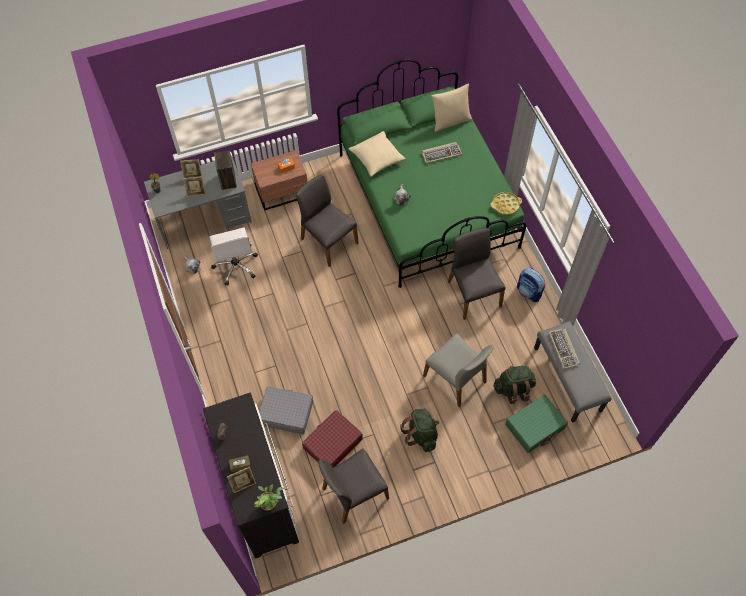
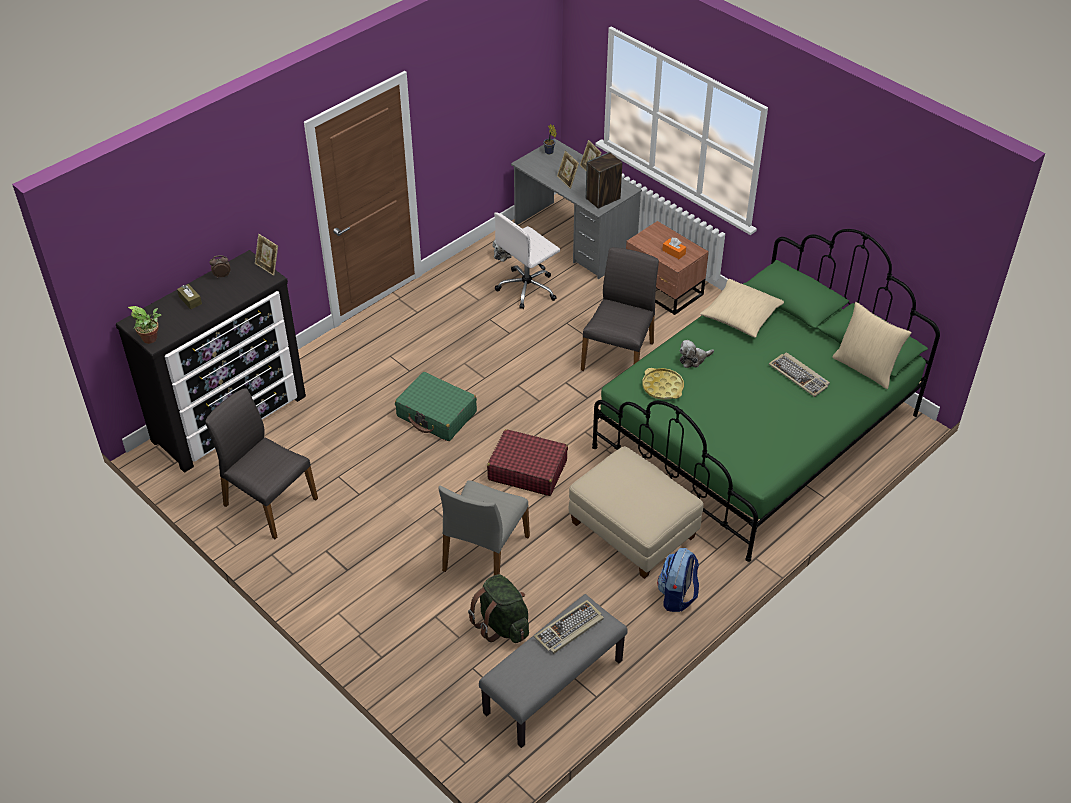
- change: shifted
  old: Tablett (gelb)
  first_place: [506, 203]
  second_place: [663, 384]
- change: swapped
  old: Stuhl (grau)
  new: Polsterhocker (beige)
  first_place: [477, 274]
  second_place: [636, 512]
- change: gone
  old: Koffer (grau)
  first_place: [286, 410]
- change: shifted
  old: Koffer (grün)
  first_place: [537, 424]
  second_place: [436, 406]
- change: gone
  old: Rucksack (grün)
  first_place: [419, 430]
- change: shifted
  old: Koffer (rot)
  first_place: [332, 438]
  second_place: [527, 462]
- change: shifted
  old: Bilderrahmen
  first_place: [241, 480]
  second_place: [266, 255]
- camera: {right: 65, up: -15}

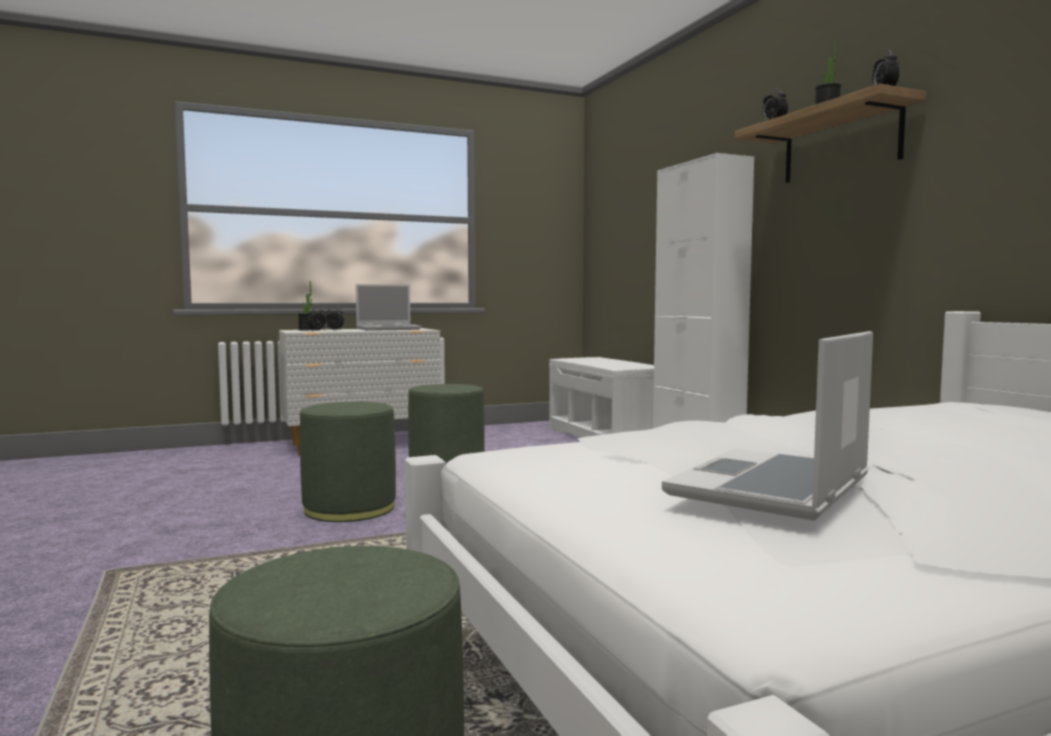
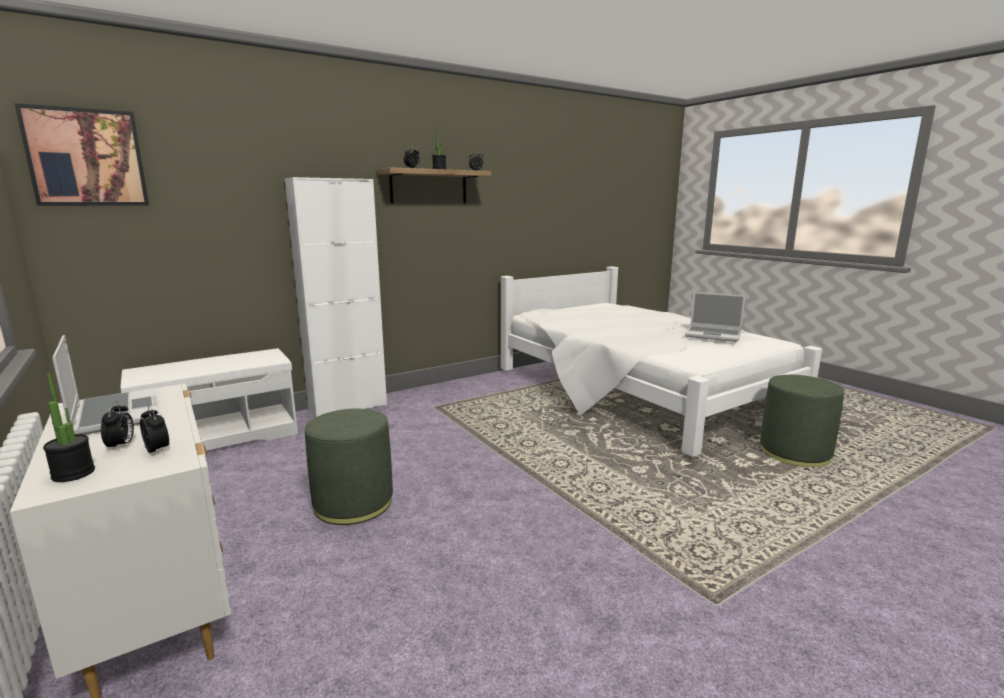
- change: gone
  old: Polsterhocker (grün)
  first_place: [348, 462]
- change: new
  new: Bild
  second_place: [81, 154]
- camera: {right: -100, up: 10}

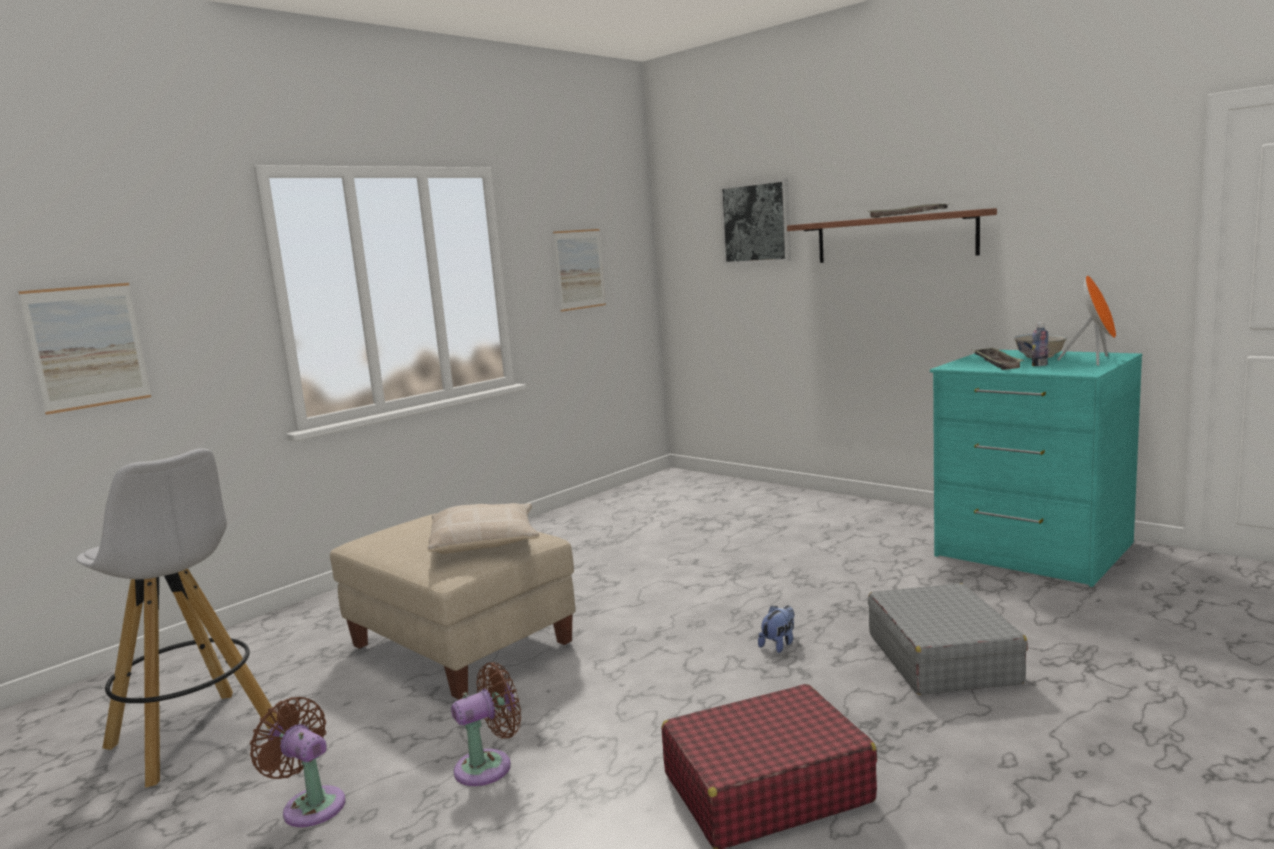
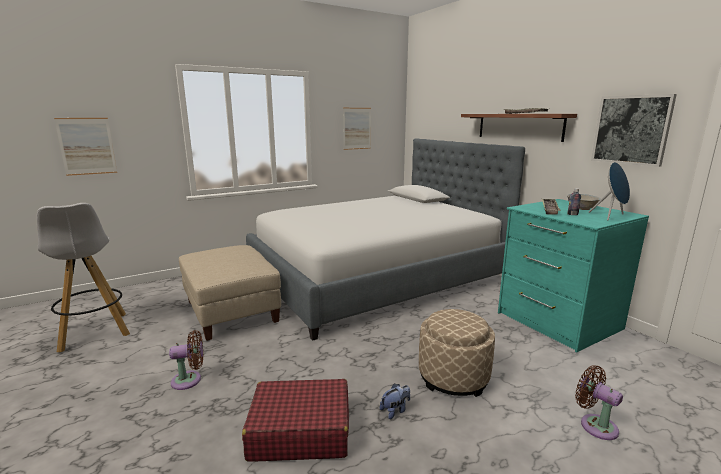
- change: shifted
  old: Bild
  first_place: [755, 221]
  second_place: [634, 130]
- change: repainted
  old: Lautsprecher (orange)
  new: Lautsprecher (blau)
  first_place: [1086, 320]
  second_place: [609, 191]
- change: gone
  old: Kissen (beige)
  first_place: [483, 528]
- change: swapped
  old: Koffer (grau)
  new: Polsterhocker (beige)
  first_place: [948, 639]
  second_place: [457, 353]
- change: shifted
  old: Plüschtier
  first_place: [776, 629]
  second_place: [395, 401]
- change: shifted
  old: Ventilator (braun)
  first_place: [298, 762]
  second_place: [599, 402]
- change: new
  new: Bett
  second_place: [385, 239]
- camera: {right: 15, up: 5}

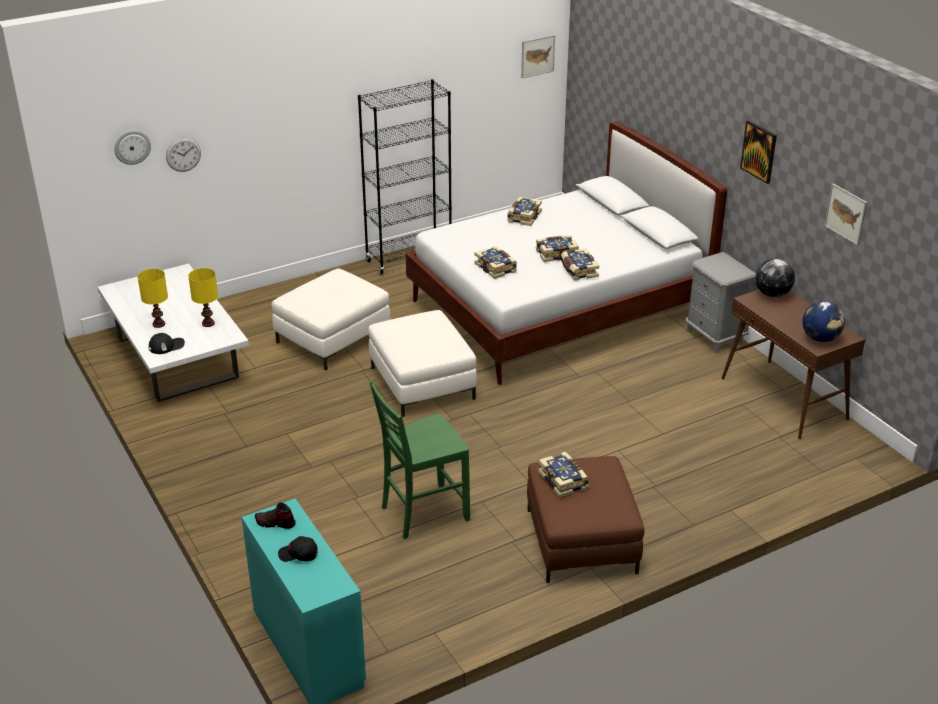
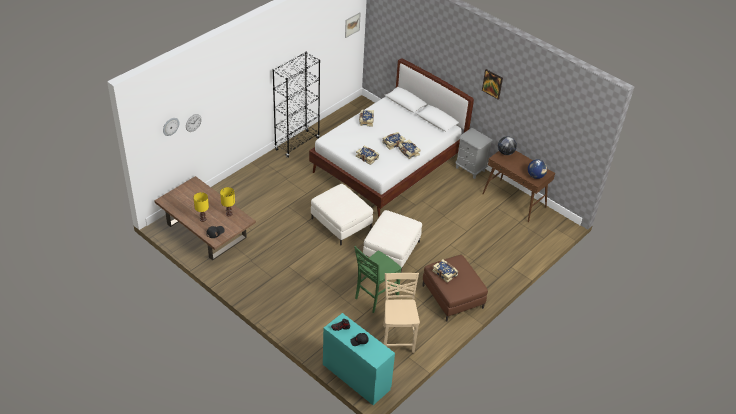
- change: gone
  old: Bild
  first_place: [845, 214]
- change: repainted
  old: Couchtisch (weiß)
  new: Couchtisch (braun)
  first_place: [173, 333]
  second_place: [205, 218]
- change: shifted
  old: Polsterhocker (weiß)
  first_place: [331, 319]
  second_place: [392, 241]
- change: new
  new: Stuhl (beige)
  second_place: [401, 313]
- camera: {right: -20, up: 10}

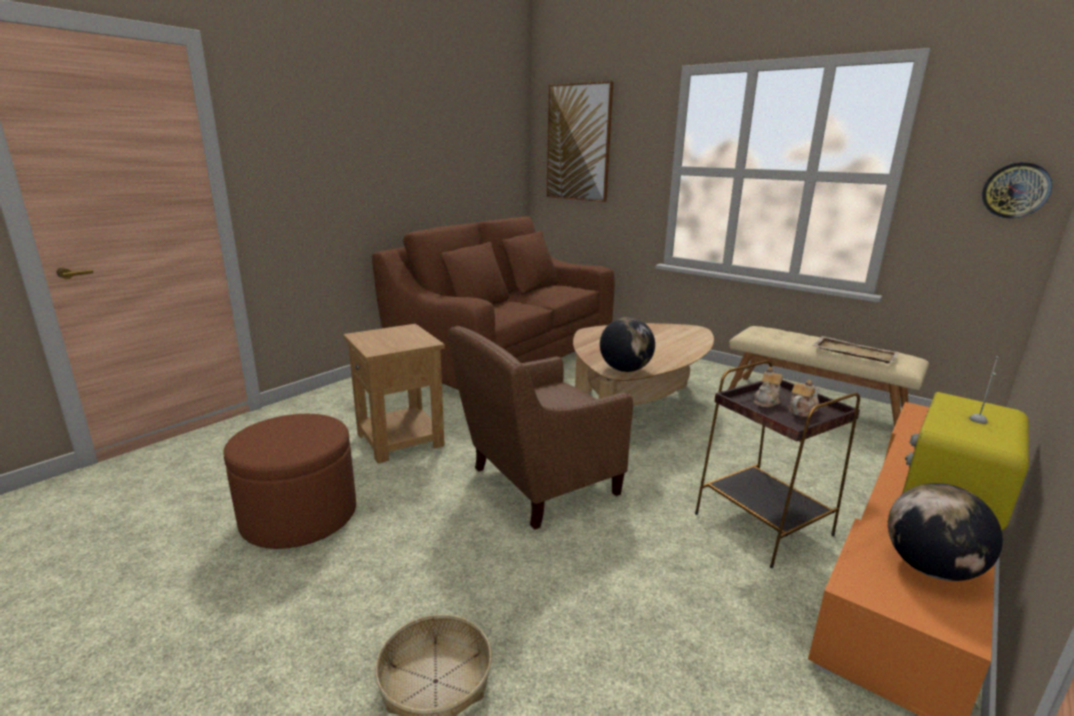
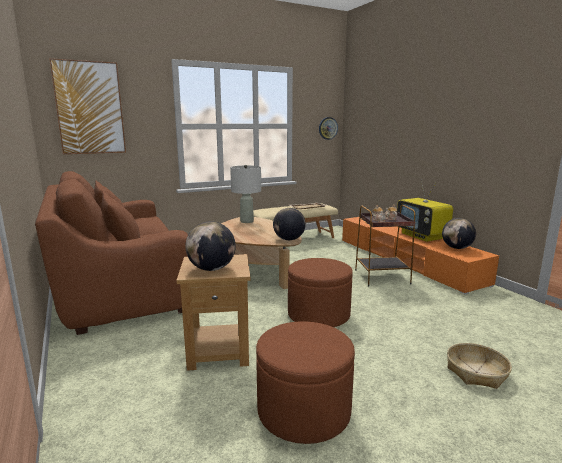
- change: swapped
  old: Sessel (braun)
  new: Polsterhocker (braun)
  first_place: [540, 427]
  second_place: [320, 292]
- change: new
  new: Tischlampe (grau)
  second_place: [245, 194]
- change: new
  new: Globus
  second_place: [210, 246]
- camera: {right: -65, up: -5}

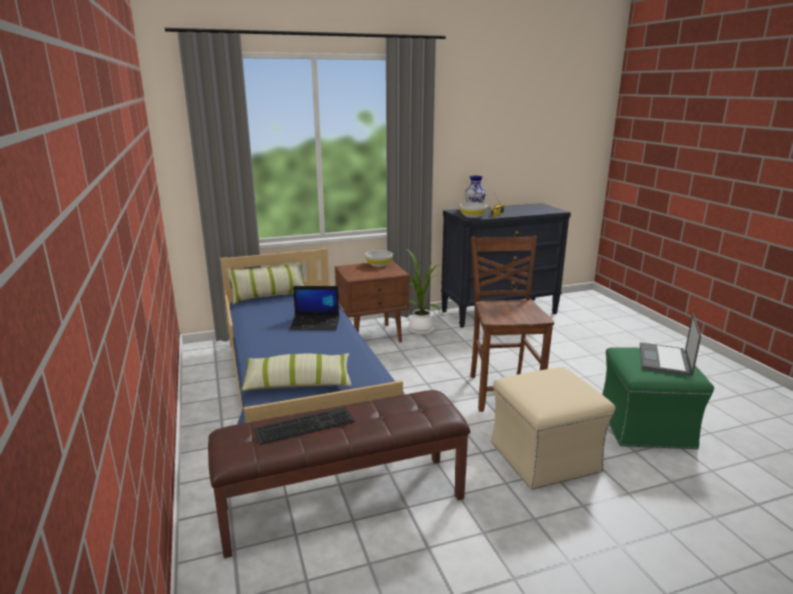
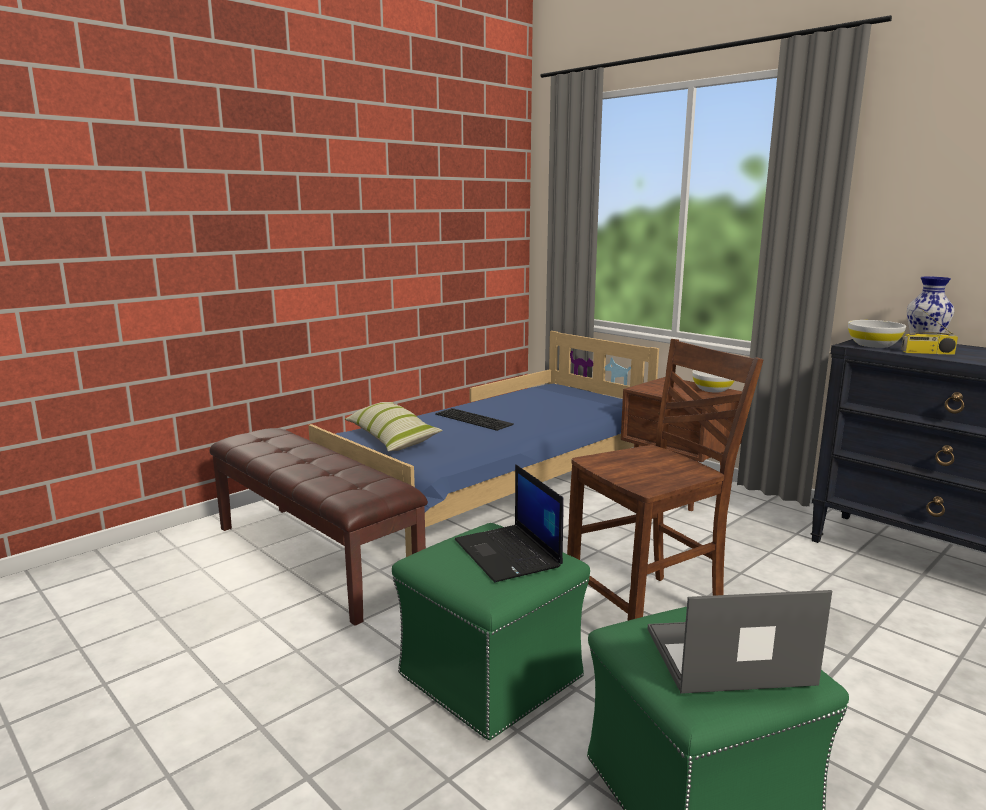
- change: gone
  old: Topfpflanze
  first_place: [424, 291]
- change: gone
  old: Kissen
  first_place: [265, 283]
- change: shifted
  old: Laptop
  first_place: [314, 308]
  second_place: [509, 523]
- change: repainted
  old: Polsterhocker (beige)
  new: Polsterhocker (grün)
  first_place: [553, 428]
  second_place: [491, 631]
- change: shifted
  old: Tastatur
  first_place: [304, 426]
  second_place: [474, 419]
- camera: {right: 65, up: -5}

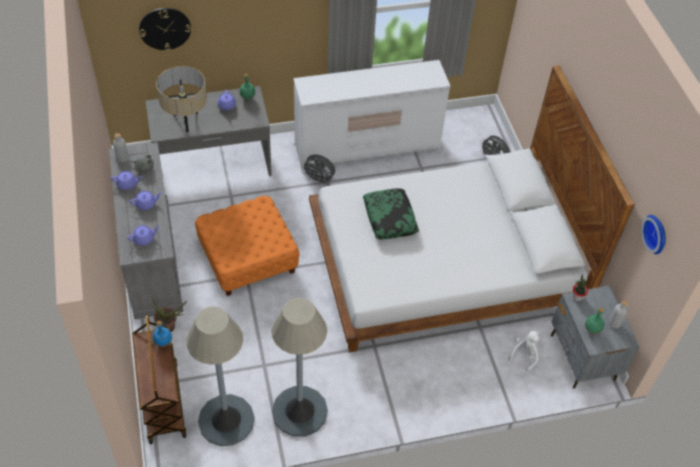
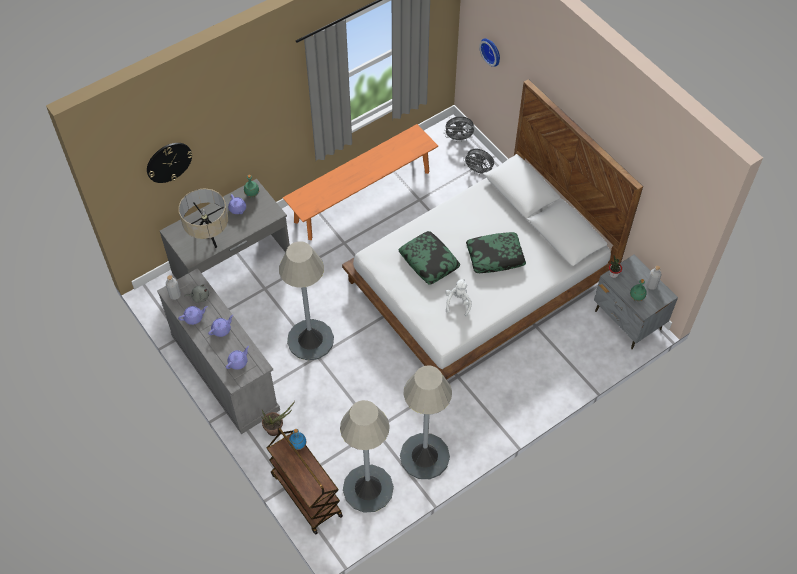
- change: swapped
  old: Kommode (weiß)
  new: Bank (orange)
  first_place: [372, 114]
  second_place: [360, 182]
- change: shifted
  old: Ventilator (grau)
  first_place: [318, 169]
  second_place: [460, 129]
- change: swapped
  old: Polsterhocker (orange)
  new: Stehlampe (grau)
  first_place: [247, 246]
  second_place: [306, 301]
- change: shifted
  old: Wanduhr
  first_place: [653, 234]
  second_place: [489, 52]
- change: shifted
  old: Plüschtier (weiß)
  first_place: [523, 351]
  second_place: [458, 297]
- change: new
  new: Kissen
  second_place: [496, 252]
- camera: {right: -20, up: 5}

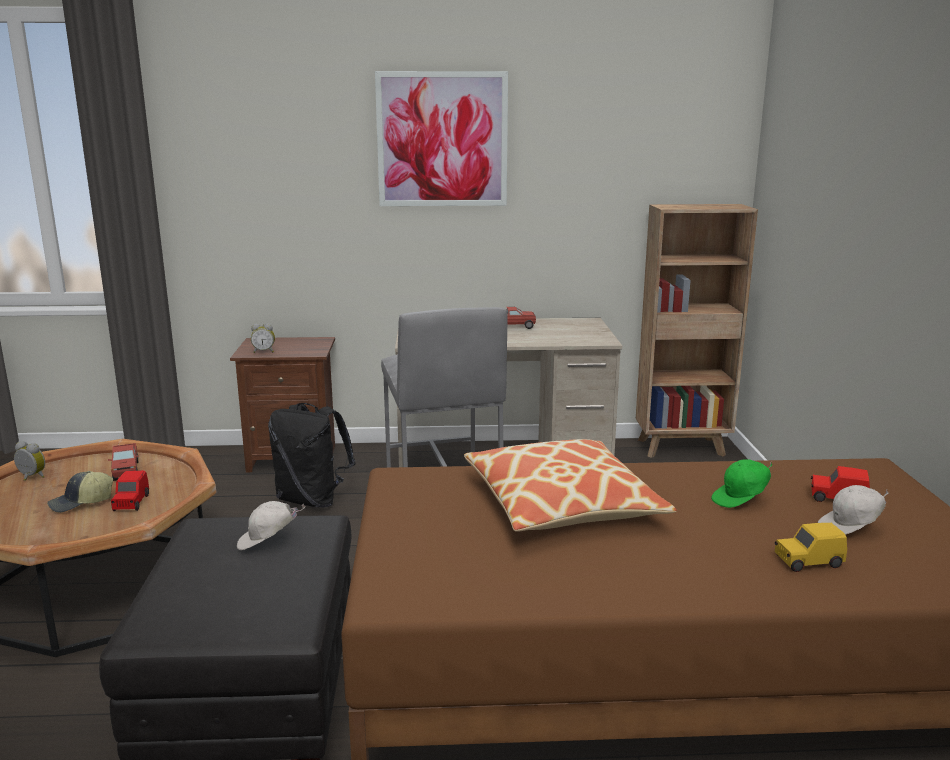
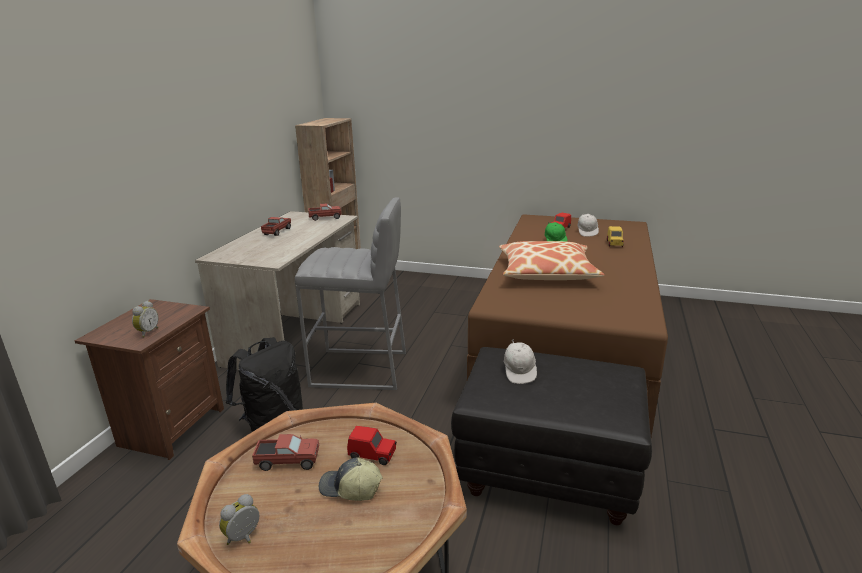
- change: gone
  old: Bild
  first_place: [441, 138]
- change: rotated
  old: Kappe
  first_place: [80, 492]
  second_place: [351, 479]
  degrees: 120
- change: new
  new: Spielzeuglaster
  second_place: [325, 212]
- camera: {right: -70, up: 5}

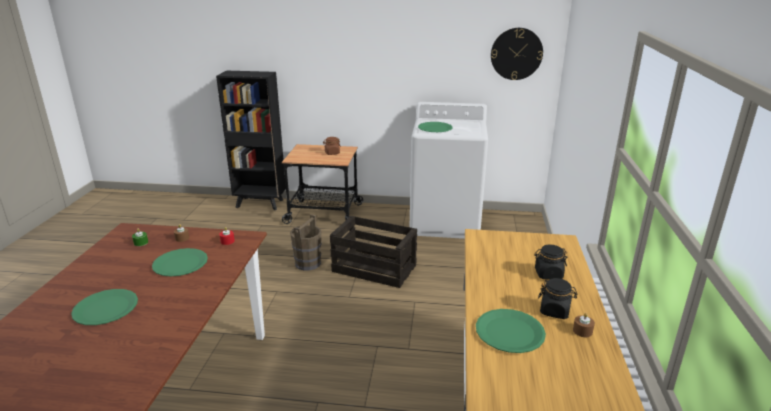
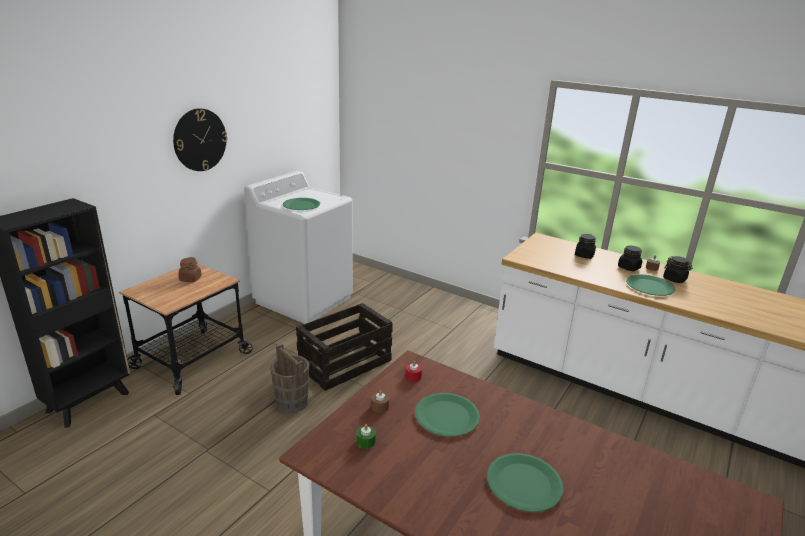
- change: shifted
  old: Wanduhr
  first_place: [517, 54]
  second_place: [200, 139]
- change: new
  new: Vorratsglas (schwarz)
  second_place: [678, 269]
- camera: {right: -65, up: 0}

